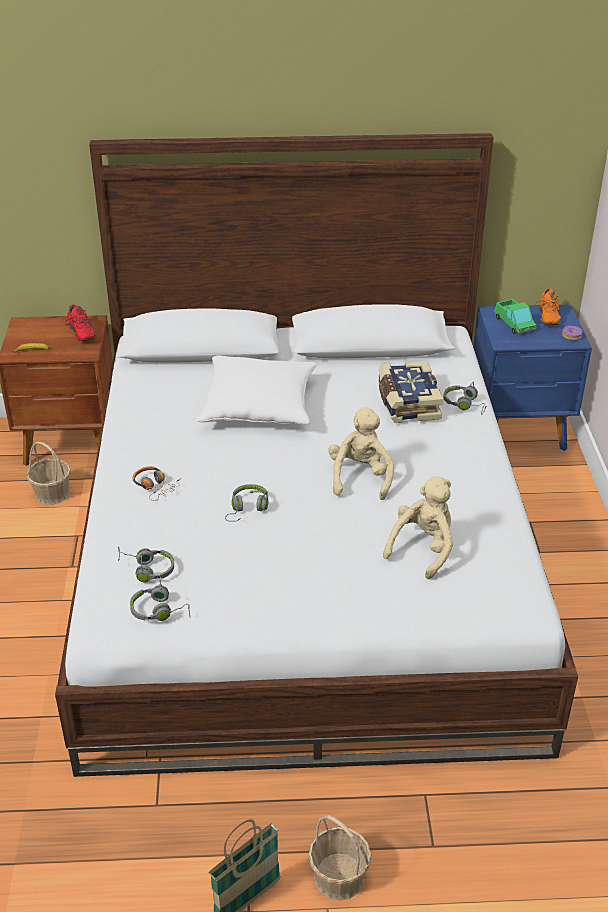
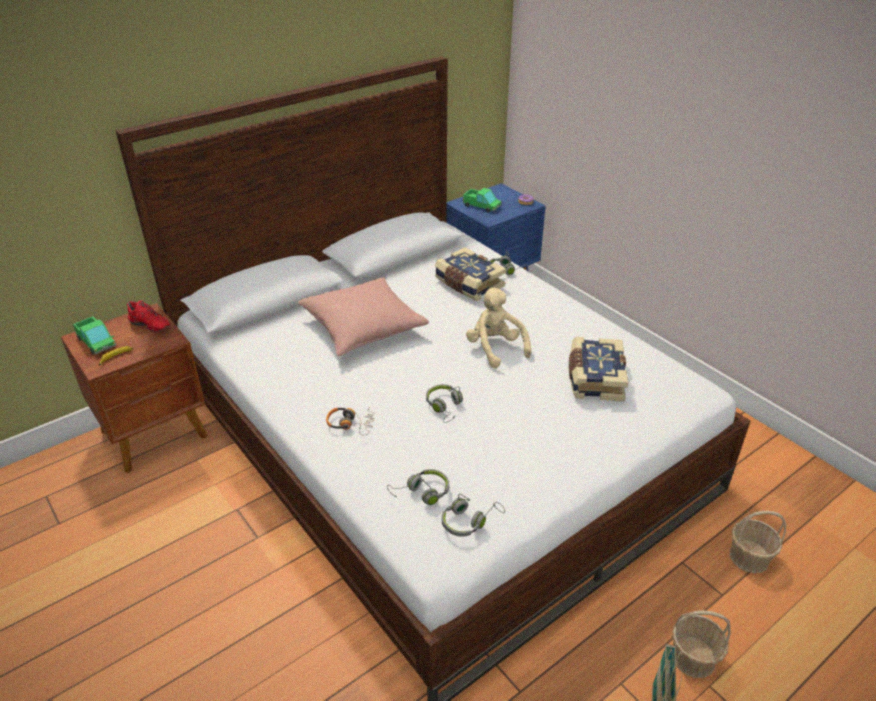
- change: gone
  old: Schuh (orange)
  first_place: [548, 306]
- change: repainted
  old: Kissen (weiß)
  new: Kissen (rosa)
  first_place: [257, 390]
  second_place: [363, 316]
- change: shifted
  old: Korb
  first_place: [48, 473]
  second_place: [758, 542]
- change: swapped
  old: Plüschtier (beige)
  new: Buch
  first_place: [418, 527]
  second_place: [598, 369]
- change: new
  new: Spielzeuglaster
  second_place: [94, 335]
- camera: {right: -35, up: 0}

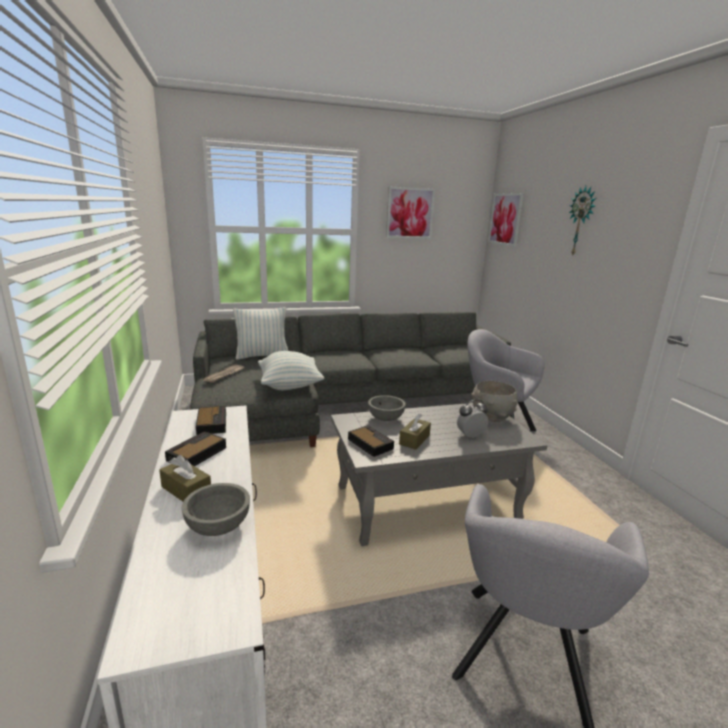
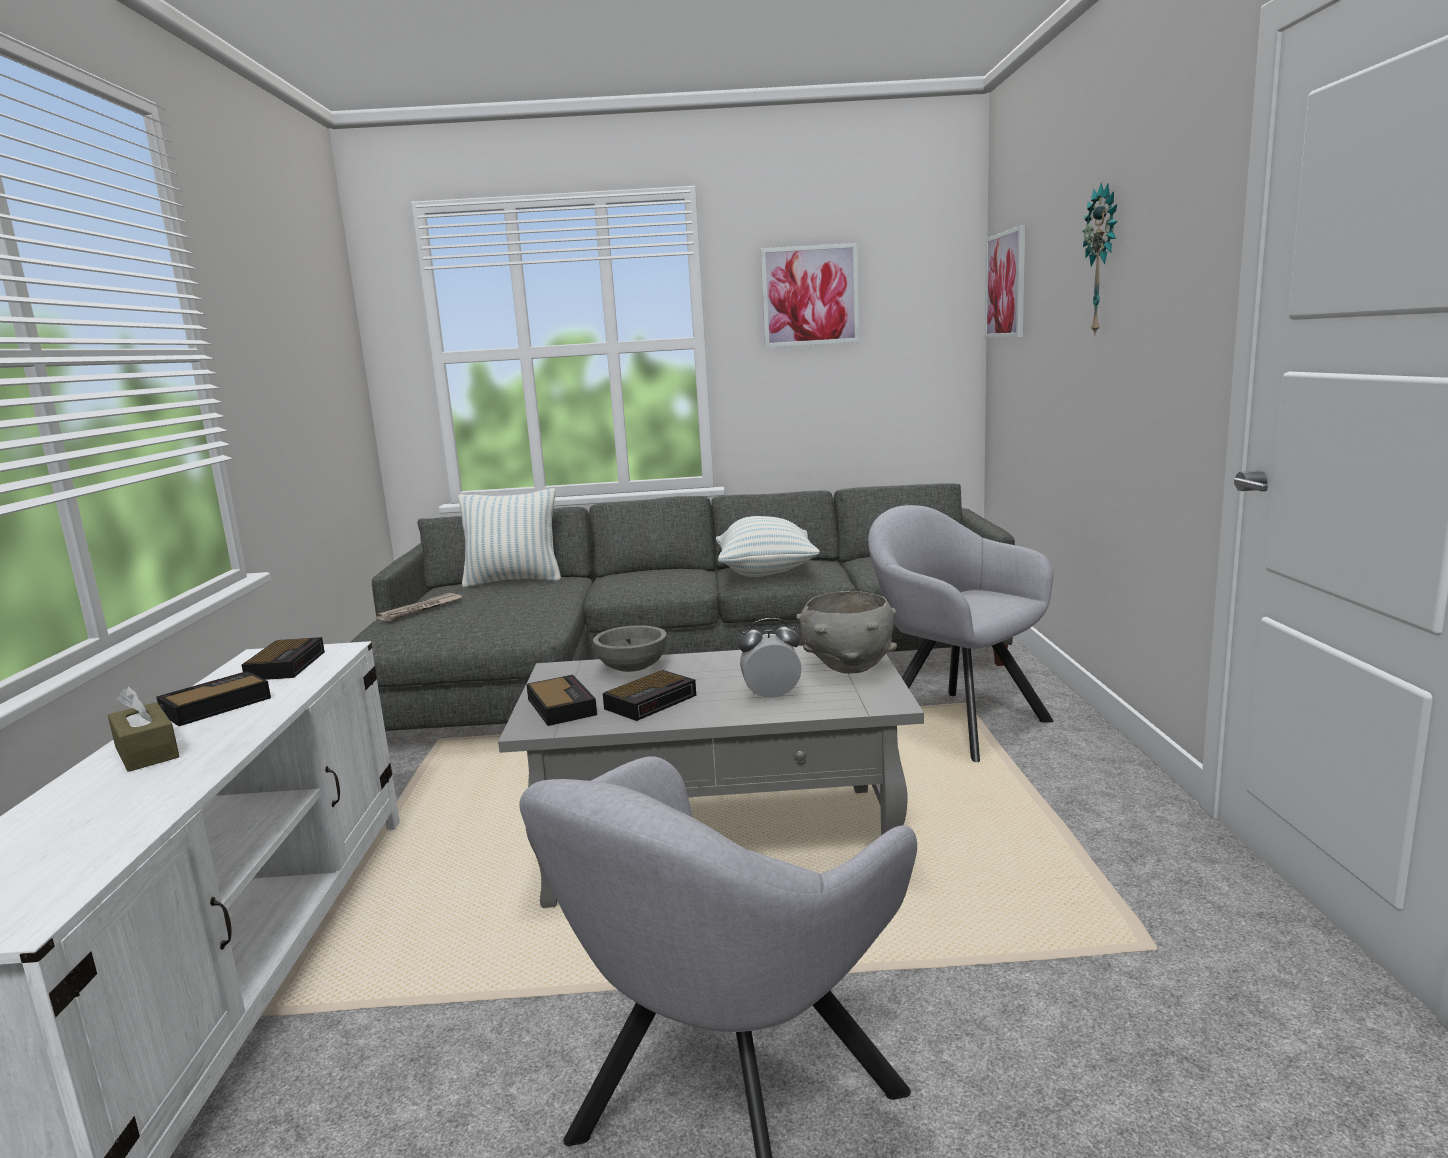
- change: shifted
  old: Kissen
  first_place: [291, 370]
  second_place: [768, 546]
- change: swapped
  old: Taschentuchbox (braun)
  new: Wecker
  first_place: [415, 432]
  second_place: [649, 695]
- change: gone
  old: Schüssel (grau)
  first_place: [216, 509]
- camera: {right: 15, up: -5}

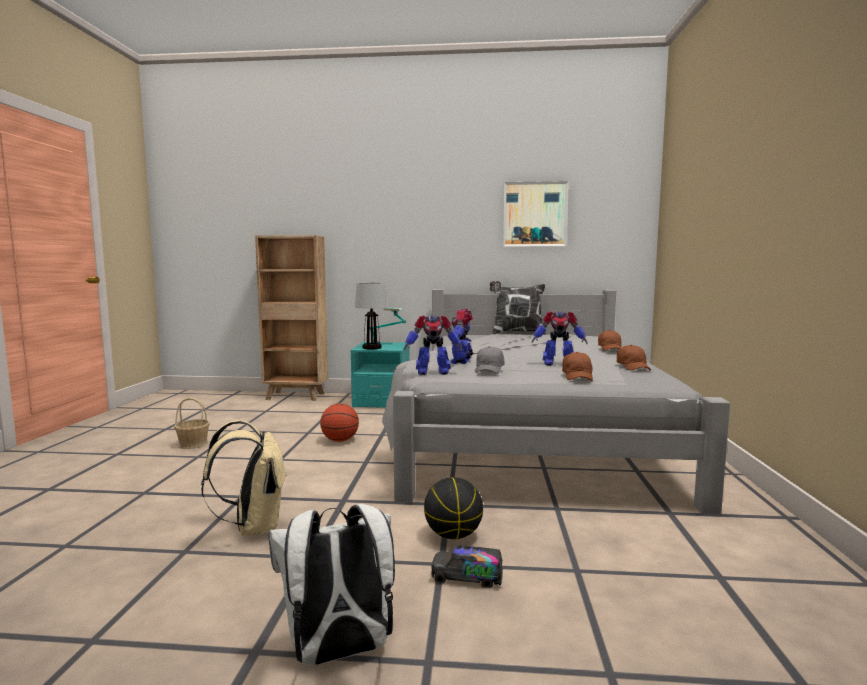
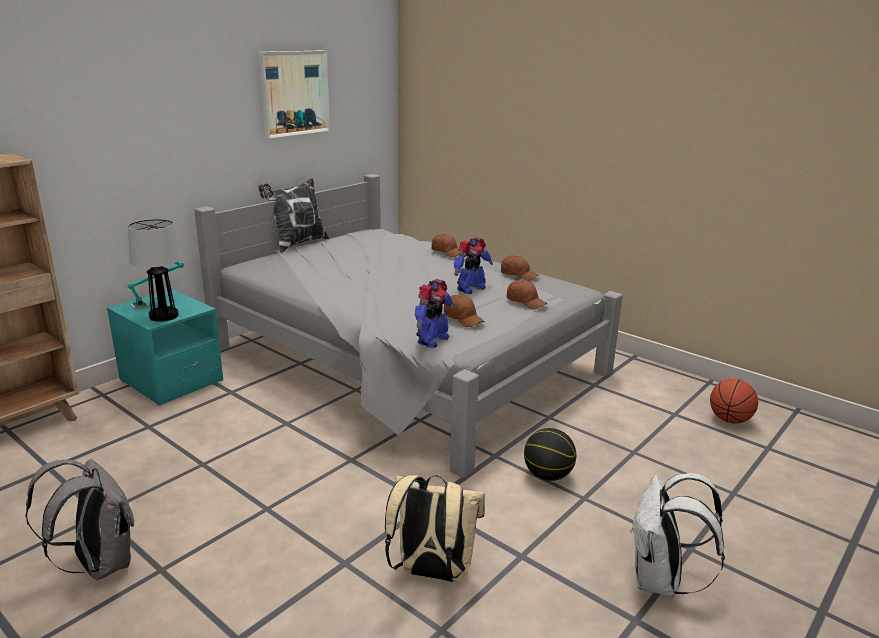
- change: gone
  old: Spielzeugroboter
  first_place: [462, 336]
- change: repainted
  old: Kappe (grau)
  new: Kappe (braun)
  first_place: [490, 360]
  second_place: [464, 310]
- change: swapped
  old: Korb
  new: Rucksack (grau)
  first_place: [192, 423]
  second_place: [79, 519]
- change: shifted
  old: Basketball
  first_place: [339, 422]
  second_place: [734, 401]
- change: gone
  old: Spielzeuglaster
  first_place: [467, 566]
- camera: {right: -55, up: 15}

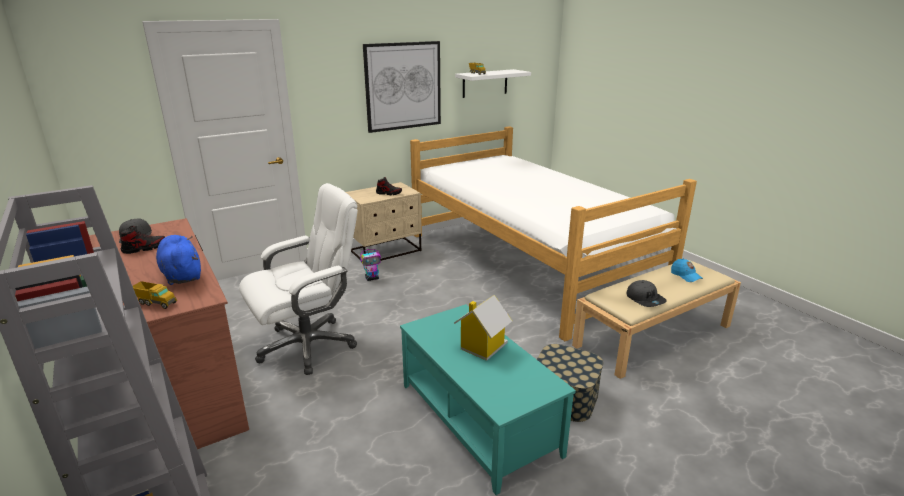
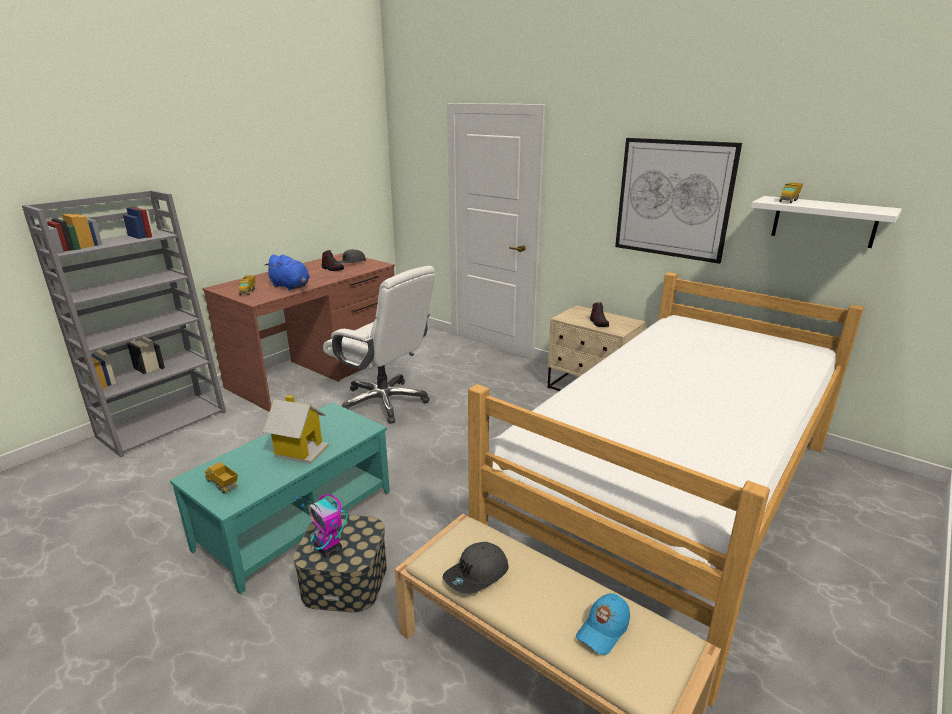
- change: rotated
  old: Plüschtier (blau)
  first_place: [178, 260]
  second_place: [287, 272]
  degrees: 90
- change: shifted
  old: Spielzeugroboter
  first_place: [370, 265]
  second_place: [321, 525]
- change: new
  new: Spielzeuglaster
  second_place: [221, 477]
- camera: {right: 70, up: 0}

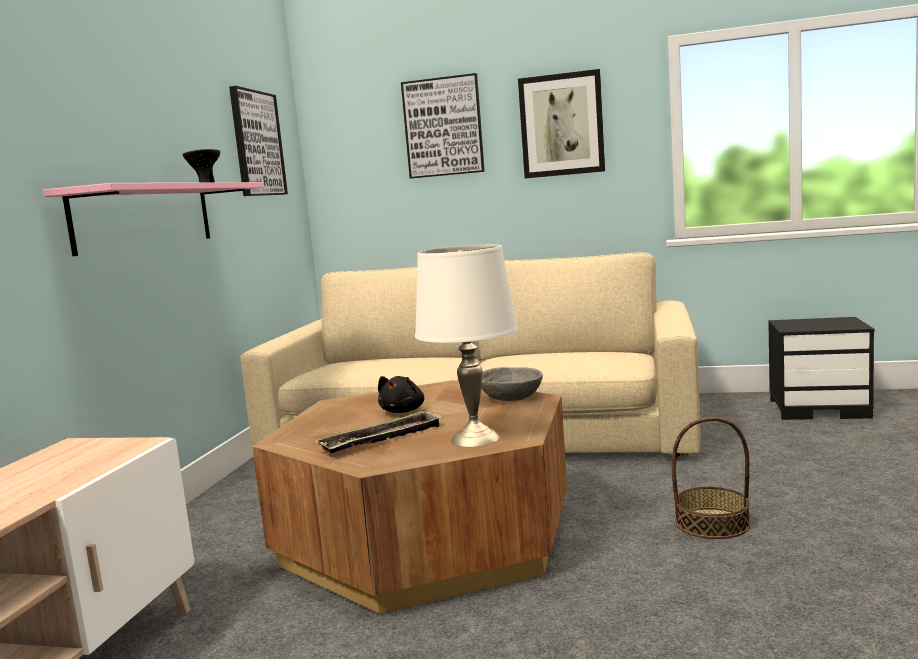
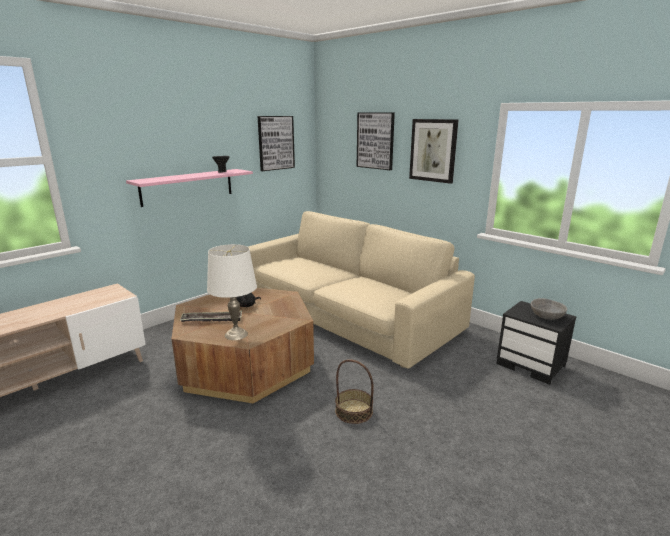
- change: shifted
  old: Schüssel (grau)
  first_place: [512, 384]
  second_place: [549, 309]
- camera: {right: 30, up: 10}

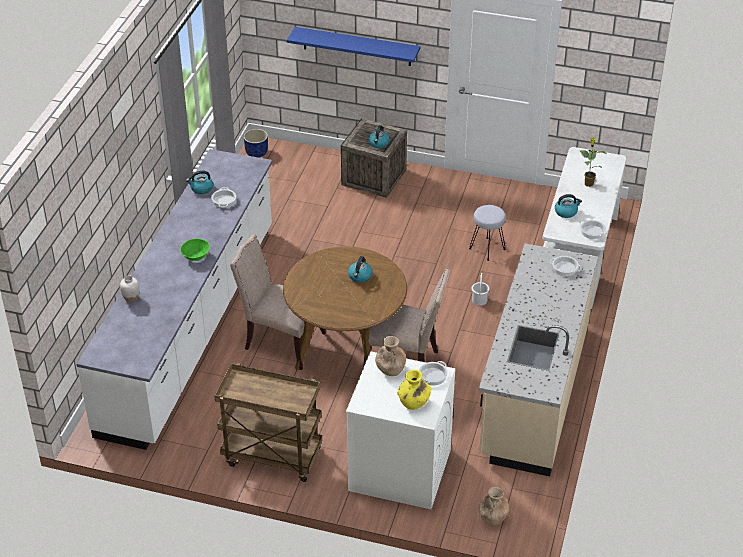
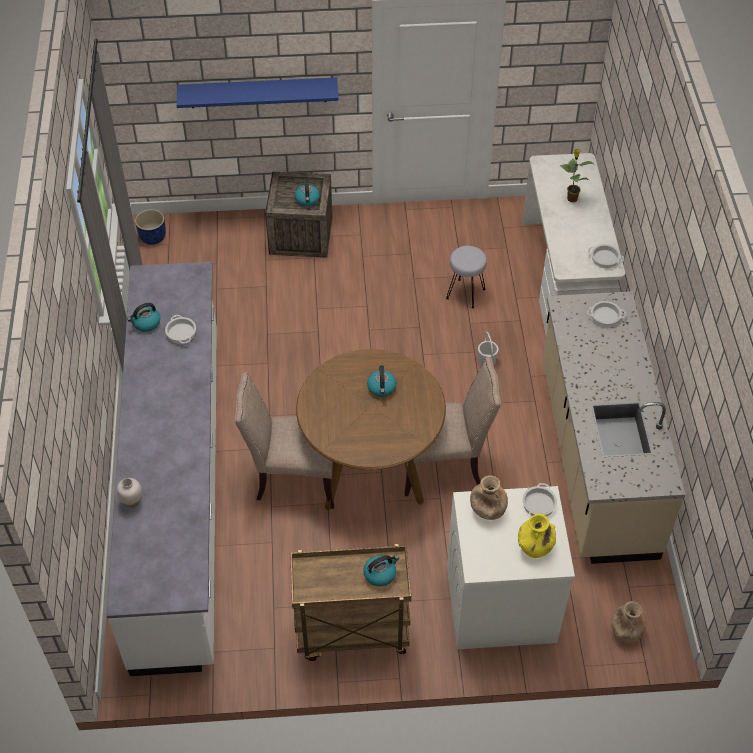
- change: shifted
  old: Wasserkessel
  first_place: [568, 206]
  second_place: [381, 571]
- change: gone
  old: Schüssel (grün)
  first_place: [195, 250]
- camera: {right: -20, up: 10}

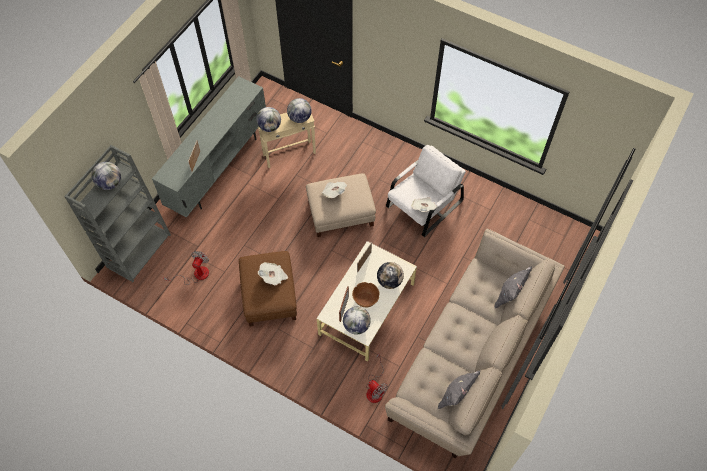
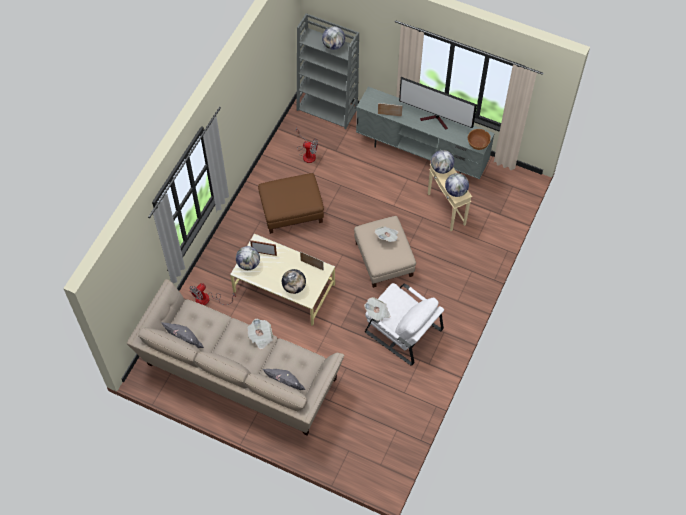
- change: shifted
  old: Zeitung
  first_place: [273, 274]
  second_place: [260, 334]
- change: shifted
  old: Schüssel (braun)
  first_place: [366, 294]
  second_place: [479, 139]
- change: new
  new: Fernseher
  second_place: [438, 103]
- camera: {right: 85, up: 0}

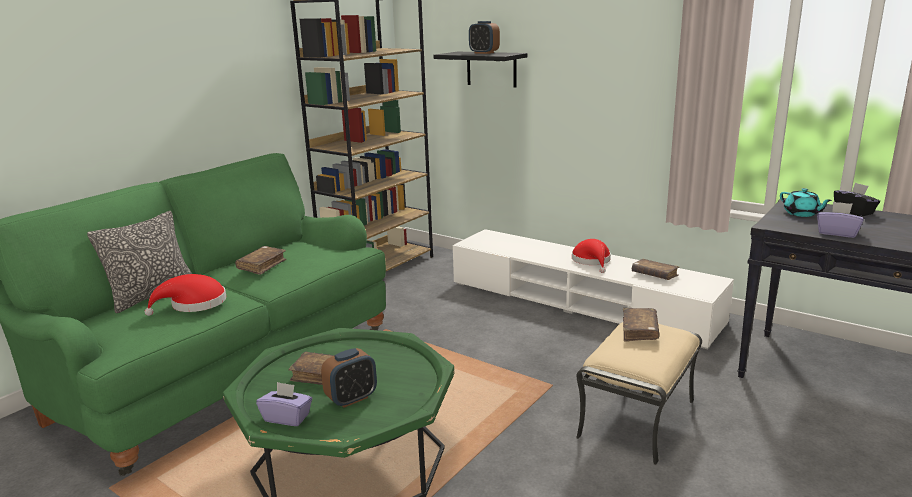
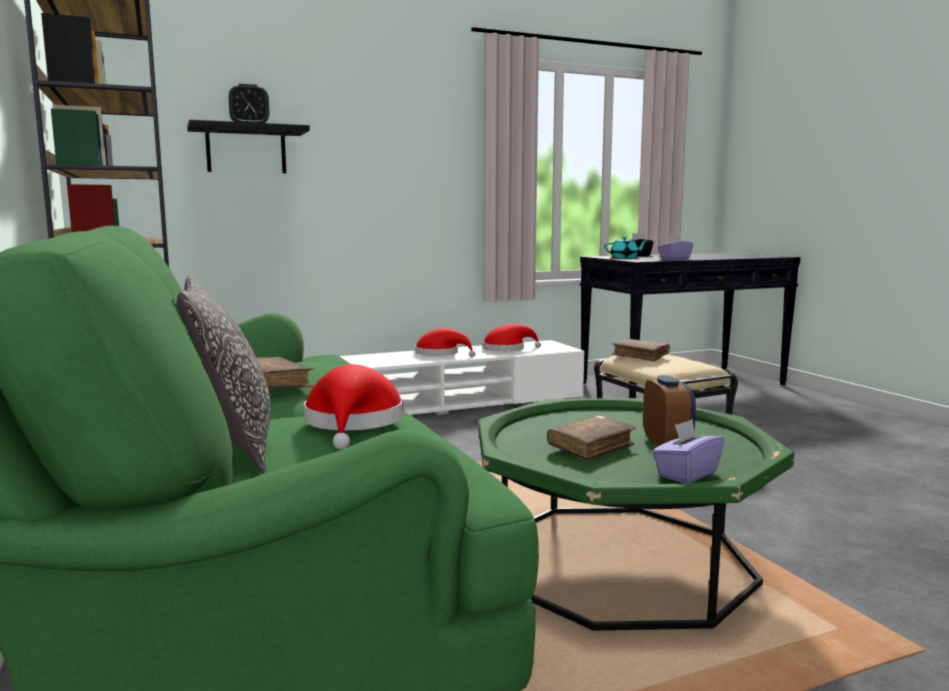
- change: swapped
  old: Buch (braun)
  new: Hut (rot)
  first_place: [655, 269]
  second_place: [512, 338]
- camera: {right: -60, up: -10}

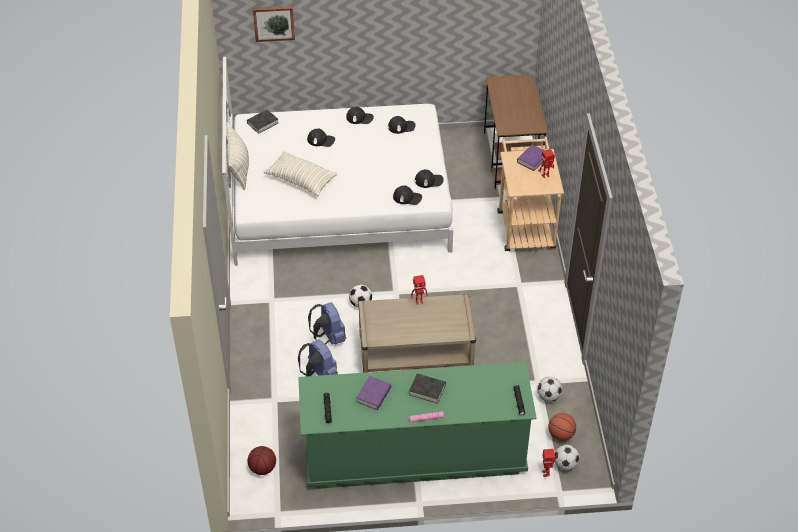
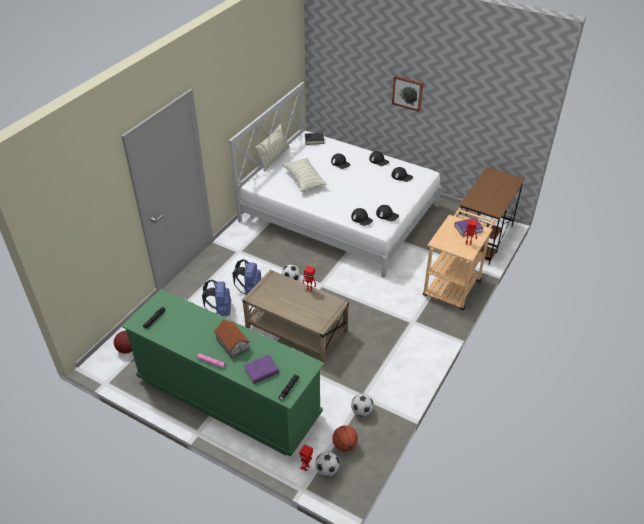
- change: shifted
  old: Bild
  first_place: [274, 24]
  second_place: [407, 93]
- change: swapped
  old: Buch (schwarz)
  new: Spielzeughaus
  first_place: [427, 389]
  second_place: [232, 339]
- change: shifted
  old: Buch (lila)
  first_place: [373, 393]
  second_place: [261, 369]
- camera: {right: 35, up: -5}

